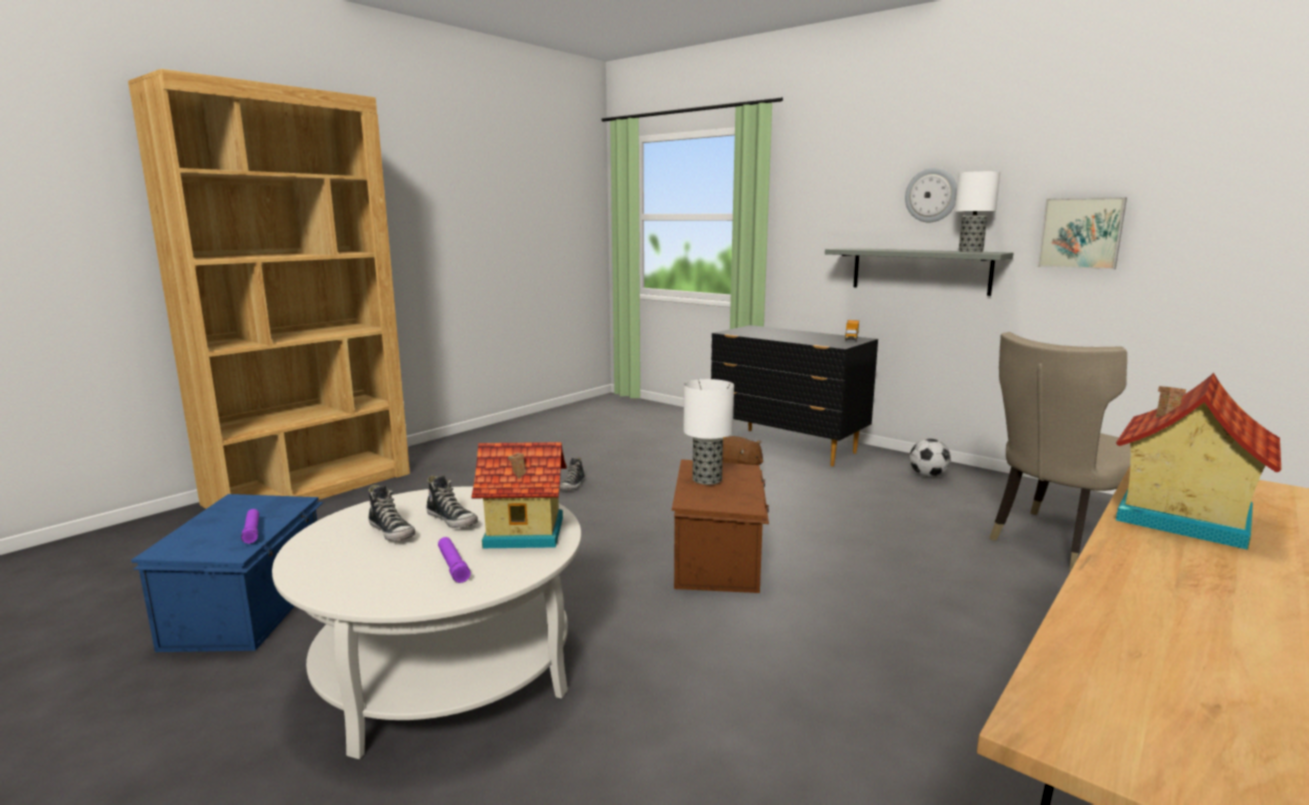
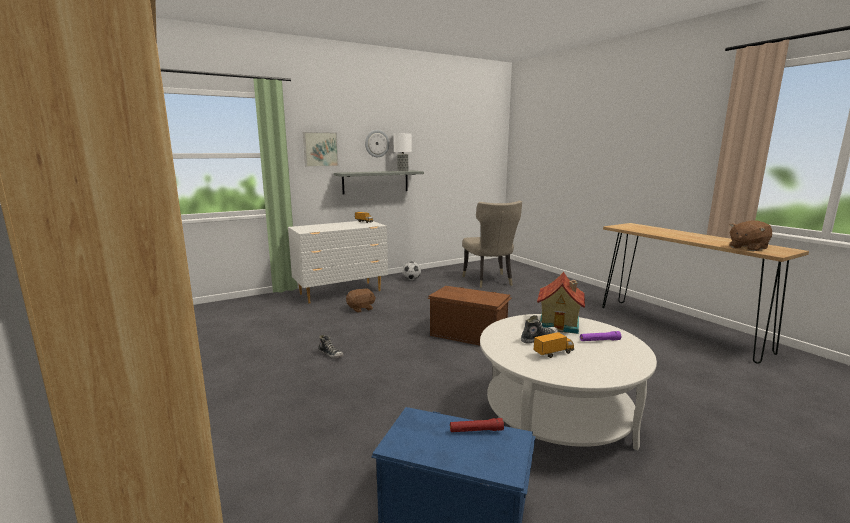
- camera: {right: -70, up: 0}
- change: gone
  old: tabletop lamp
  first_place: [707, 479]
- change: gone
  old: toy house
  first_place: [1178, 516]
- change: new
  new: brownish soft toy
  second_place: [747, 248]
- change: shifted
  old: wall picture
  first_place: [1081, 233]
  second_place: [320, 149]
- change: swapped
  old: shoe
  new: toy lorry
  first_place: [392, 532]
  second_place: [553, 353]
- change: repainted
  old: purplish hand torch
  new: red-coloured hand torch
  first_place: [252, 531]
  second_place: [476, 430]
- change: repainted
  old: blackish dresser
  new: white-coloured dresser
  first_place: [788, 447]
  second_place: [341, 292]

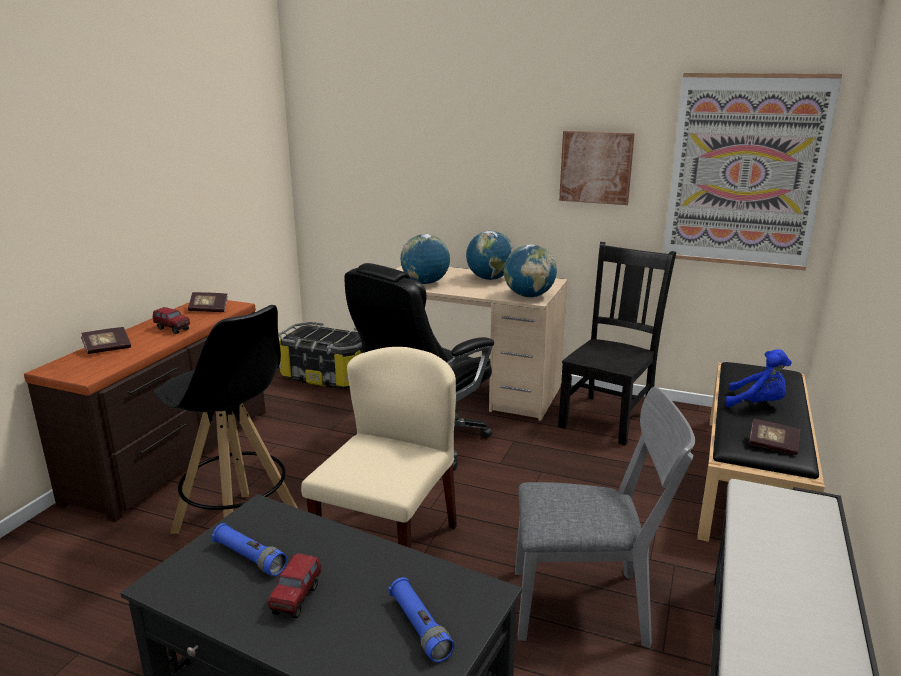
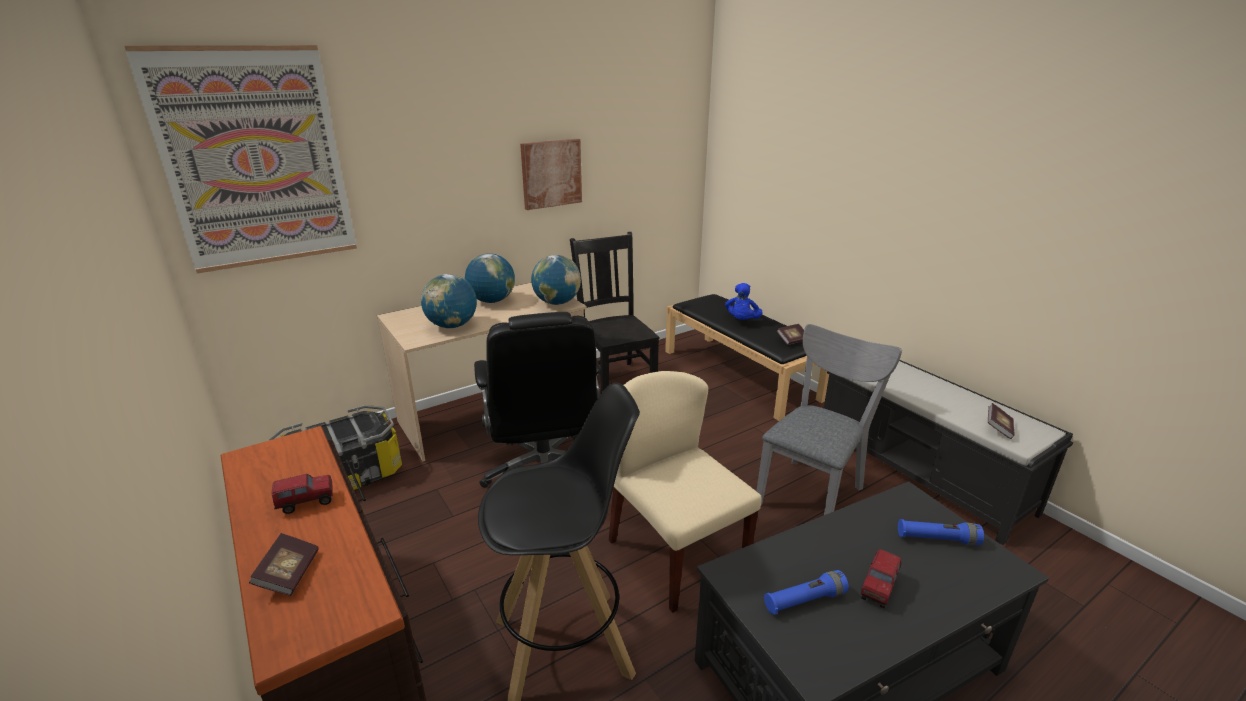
- camera: {right: -55, up: 5}
- change: shifted
  old: volume
  first_place: [209, 310]
  second_place: [998, 428]
- change: shifted
  old: wall picture
  first_place: [745, 172]
  second_place: [255, 159]
- change: rotated
  old: toy lorry
  first_place: [297, 599]
  second_place: [878, 589]
  degrees: 75
- change: rotated
  old: bluish soft toy
  first_place: [757, 404]
  second_place: [742, 321]
  degrees: 135

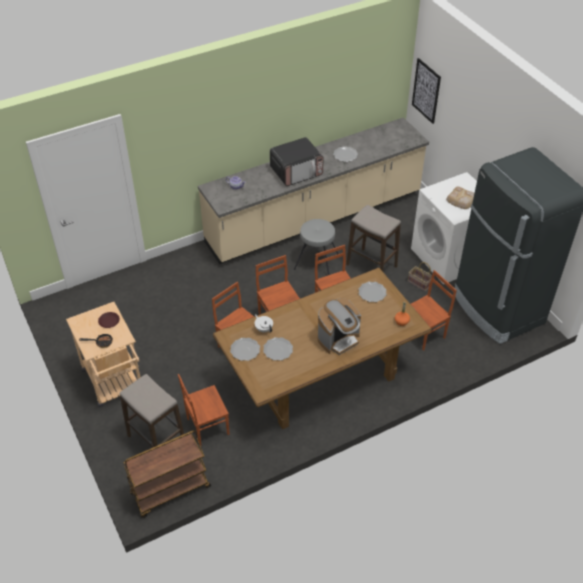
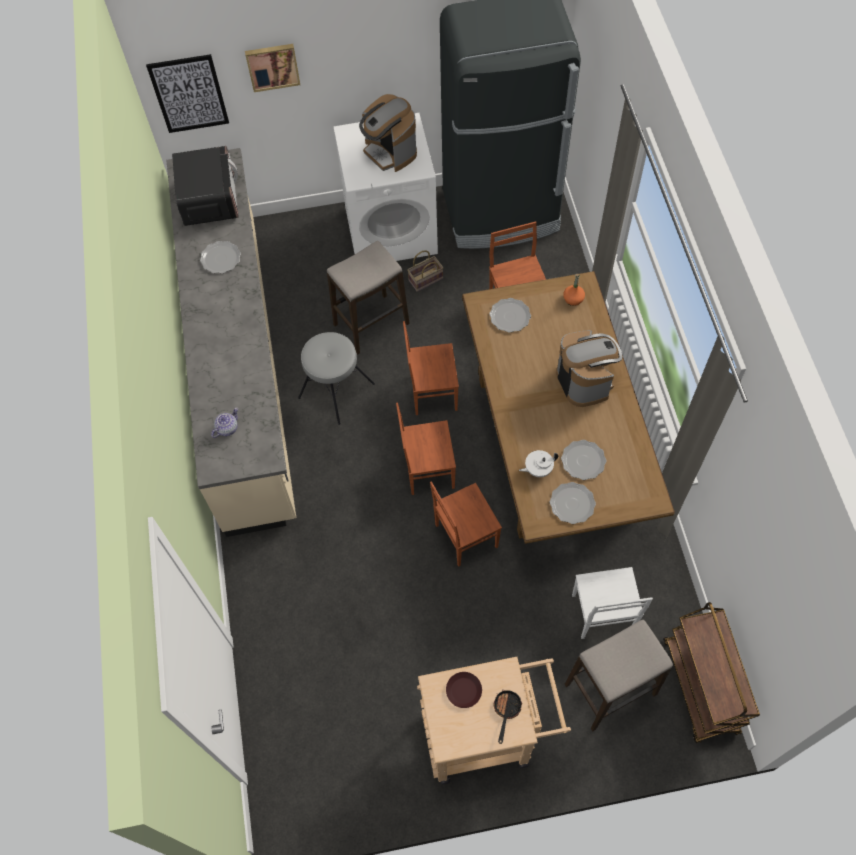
- camera: {right: -70, up: 15}
- change: new
  new: wall picture
  second_place: [272, 66]
- change: shifted
  old: kitchen microwave
  first_place: [296, 172]
  second_place: [210, 199]
- change: swapped
  old: baked bread
  new: coffee maker
  first_place: [461, 200]
  second_place: [389, 152]
- change: repainted
  old: brownish chair
  new: white-coloured chair
  first_place: [207, 426]
  second_place: [601, 614]

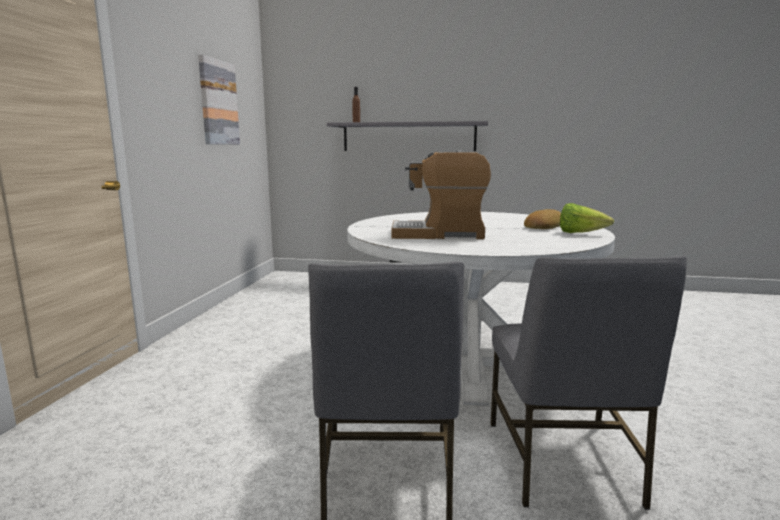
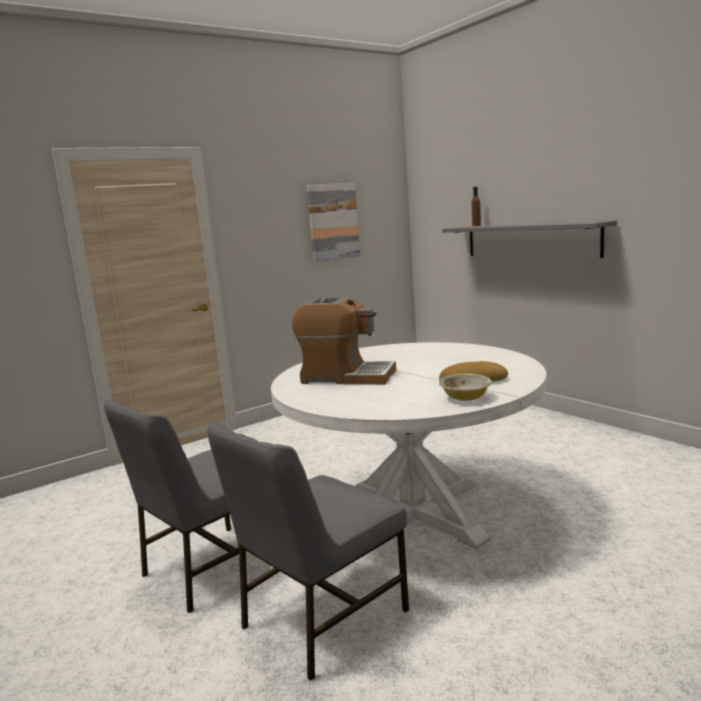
- camera: {right: 45, up: 0}
- change: swapped
  old: lettuce head
  new: bowl
  first_place: [580, 233]
  second_place: [465, 398]
- change: rotated
  old: coffee maker
  first_place: [439, 234]
  second_place: [346, 377]
  degrees: 150

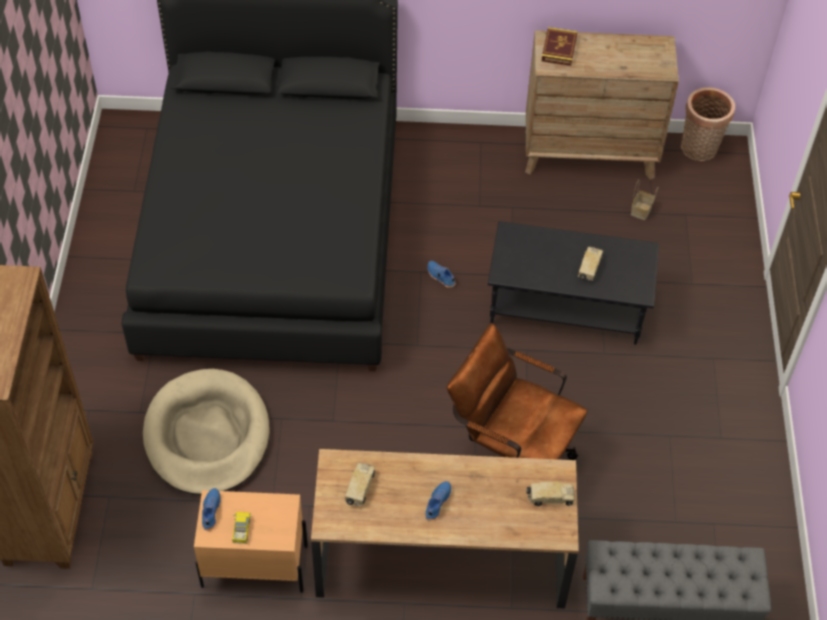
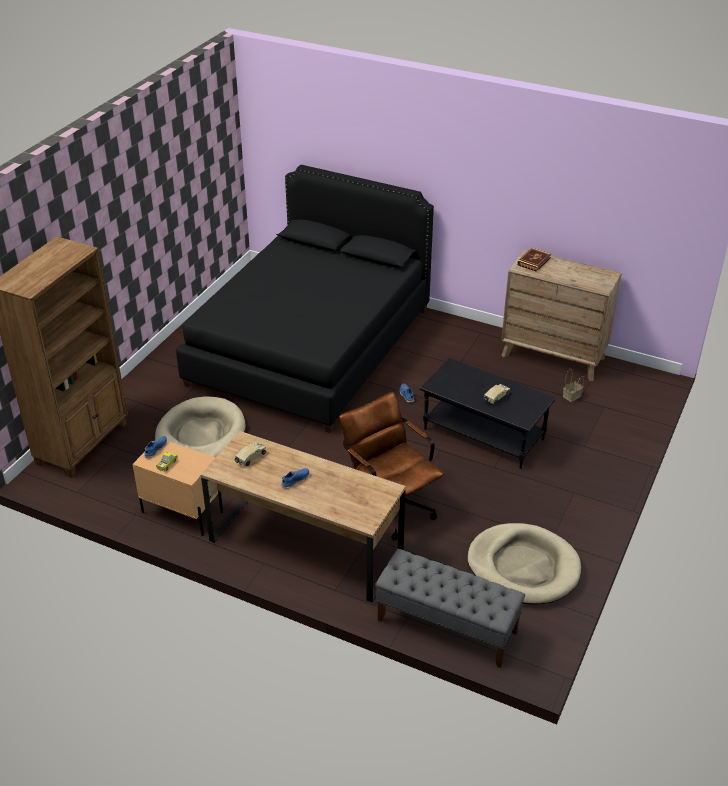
- camera: {right: 25, up: -15}
- change: gone
  old: toy lorry
  first_place: [550, 497]
- change: gone
  old: storage basket
  first_place: [699, 150]
- change: new
  new: beige dog cushion
  second_place: [523, 567]

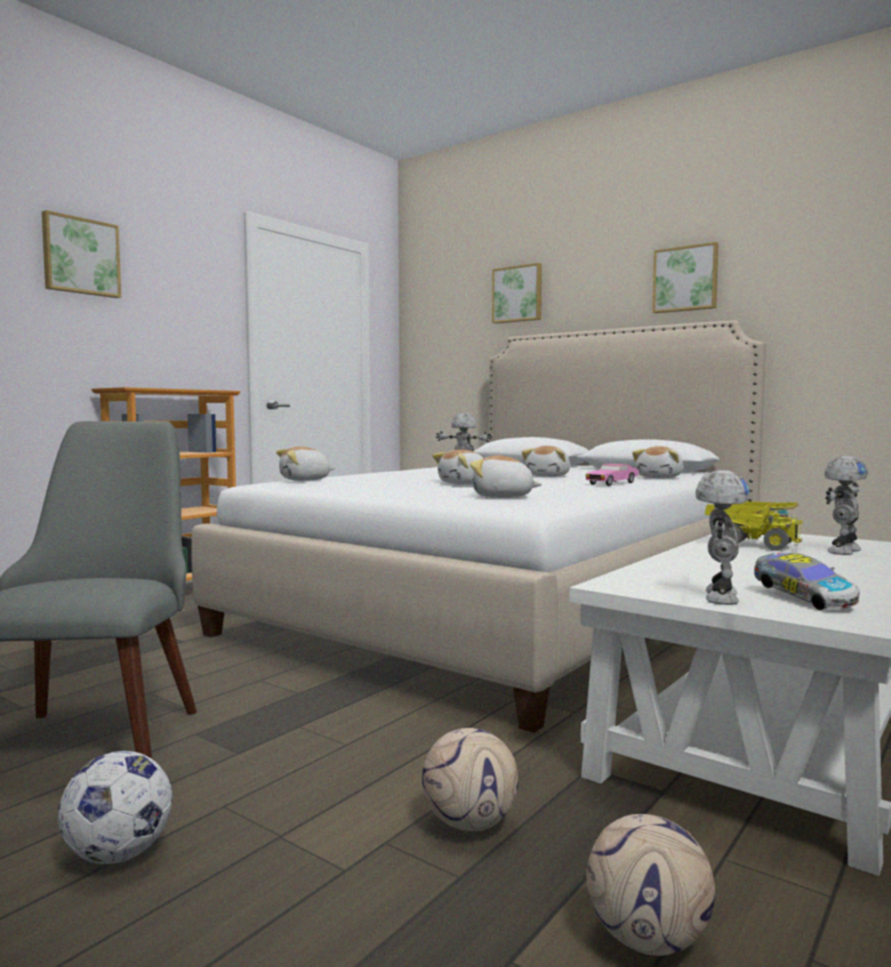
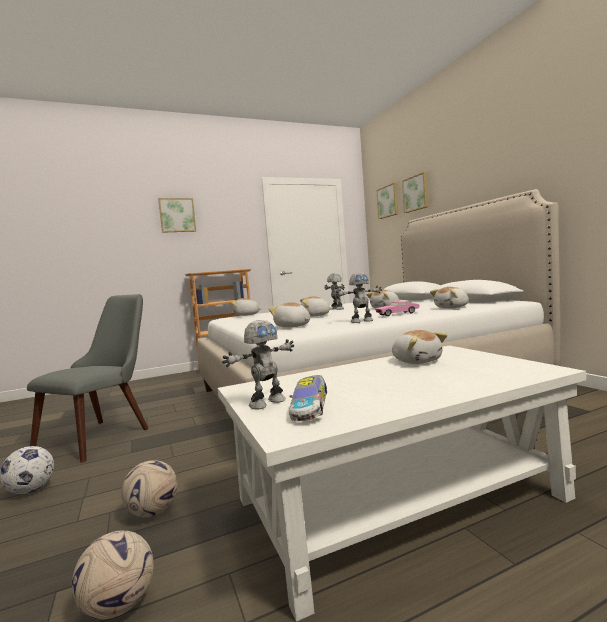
- camera: {right: 30, up: 0}
- change: shifted
  old: wall picture
  first_place: [685, 279]
  second_place: [388, 201]
- change: shifted
  old: toy robot
  first_place: [842, 551]
  second_place: [361, 321]
- change: swapped
  old: toy lorry
  new: soft toy
  first_place: [750, 544]
  second_place: [417, 361]

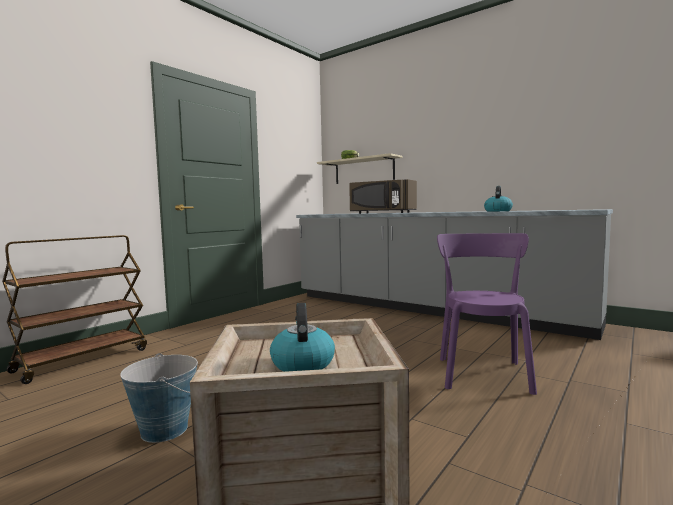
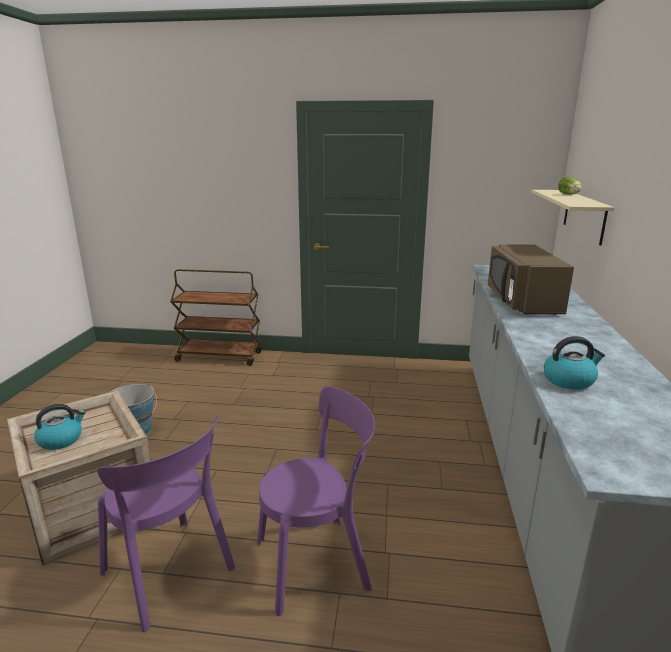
- camera: {right: 60, up: 15}
- change: new
  new: purplish chair
  second_place: [170, 574]

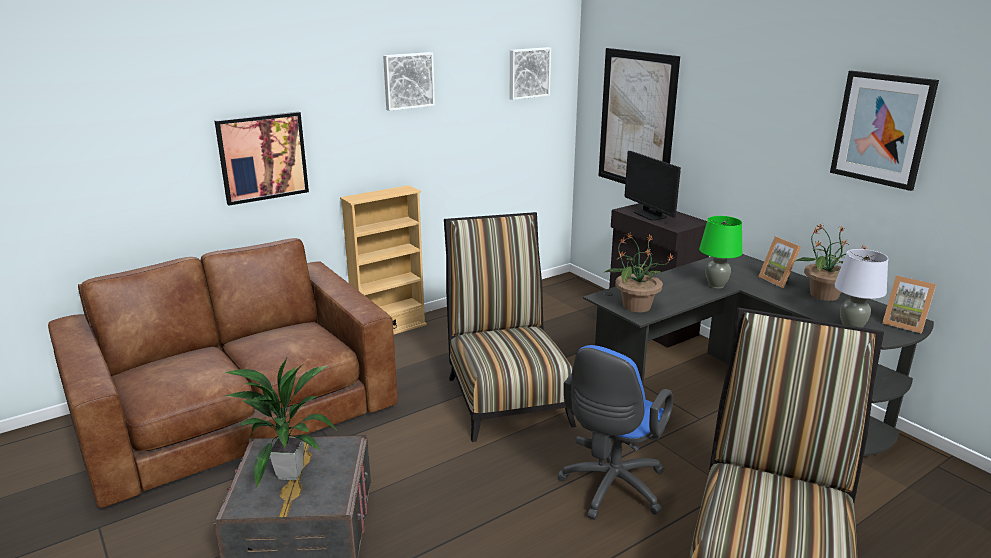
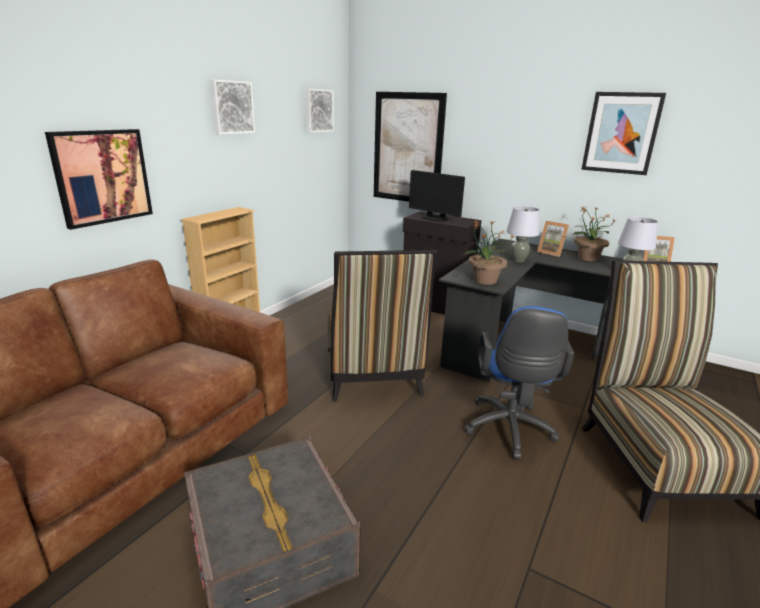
- camera: {right: -25, up: 0}
- change: gone
  old: potted plant
  first_place: [289, 473]
- change: repainted
  old: greenish tabletop lamp
  new: gray tabletop lamp
  first_place: [716, 285]
  second_place: [518, 260]
- change: rotated
  old: chair
  first_place: [506, 395]
  second_place: [373, 375]
  degrees: -150

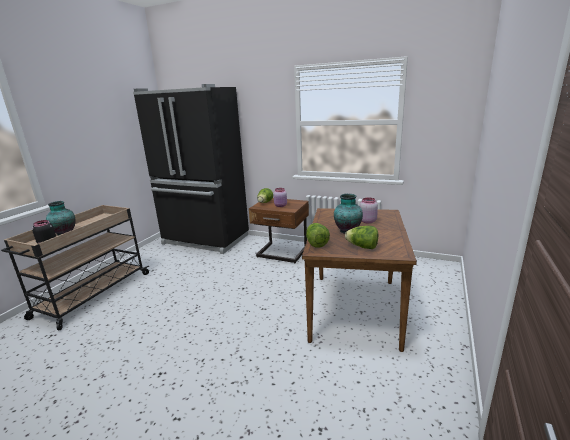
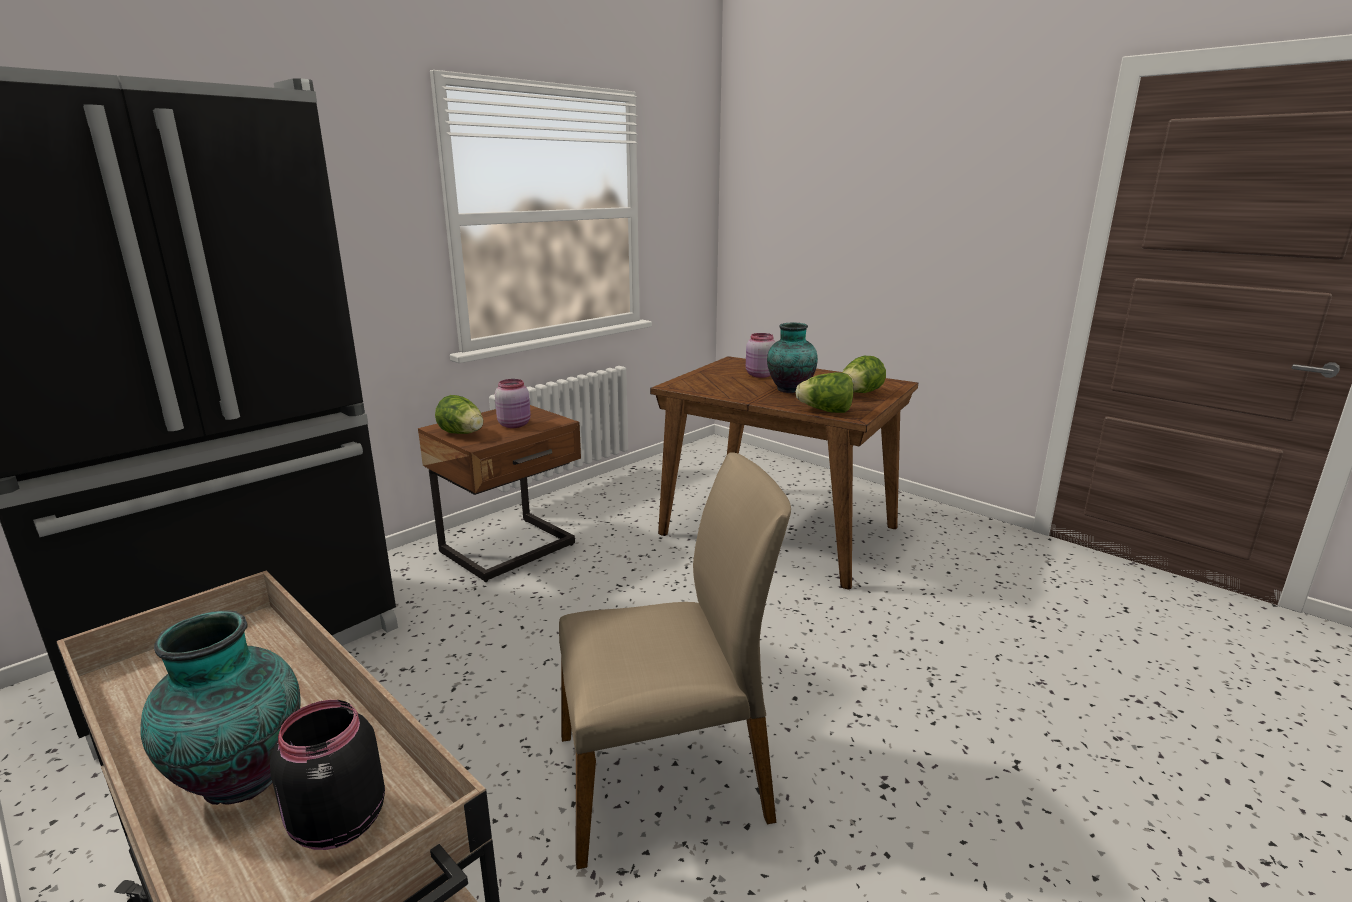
- camera: {right: -70, up: 0}
- change: new
  new: beige chair
  second_place: [665, 778]

